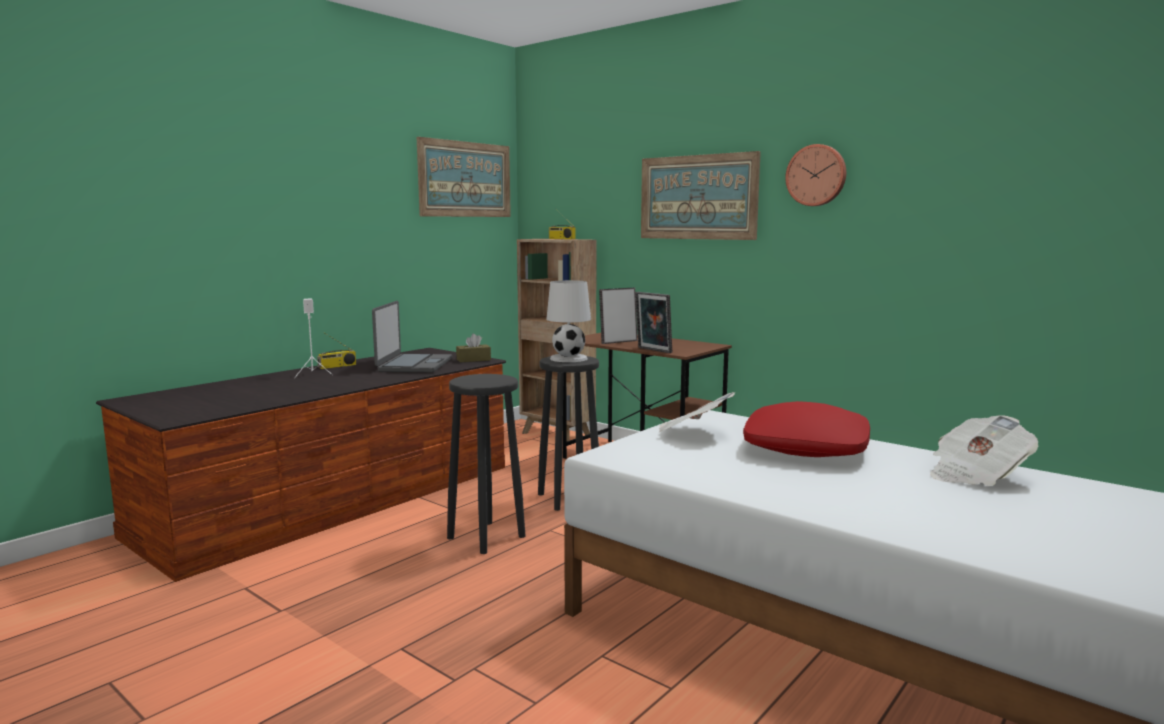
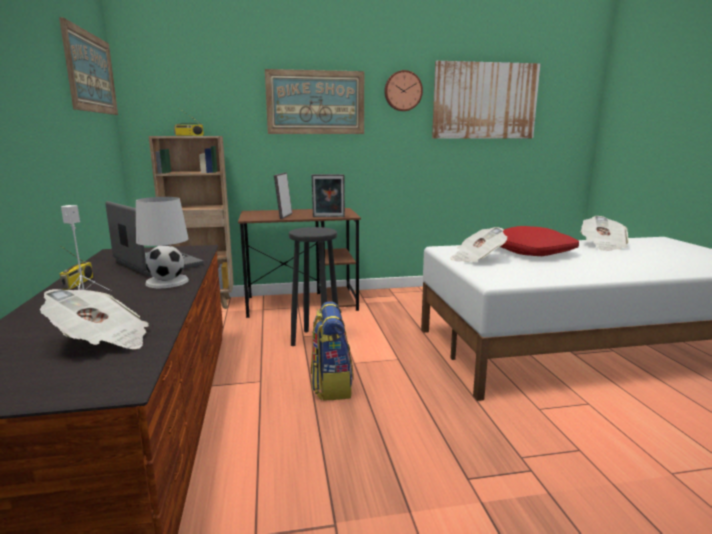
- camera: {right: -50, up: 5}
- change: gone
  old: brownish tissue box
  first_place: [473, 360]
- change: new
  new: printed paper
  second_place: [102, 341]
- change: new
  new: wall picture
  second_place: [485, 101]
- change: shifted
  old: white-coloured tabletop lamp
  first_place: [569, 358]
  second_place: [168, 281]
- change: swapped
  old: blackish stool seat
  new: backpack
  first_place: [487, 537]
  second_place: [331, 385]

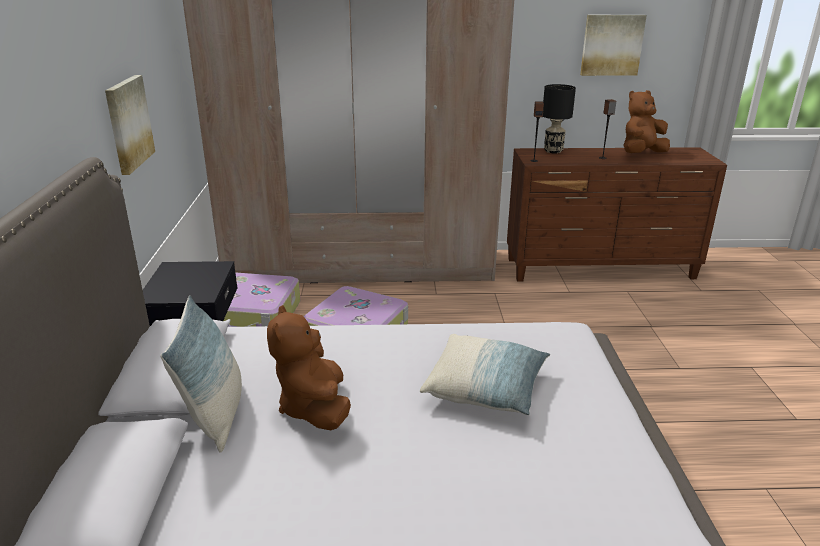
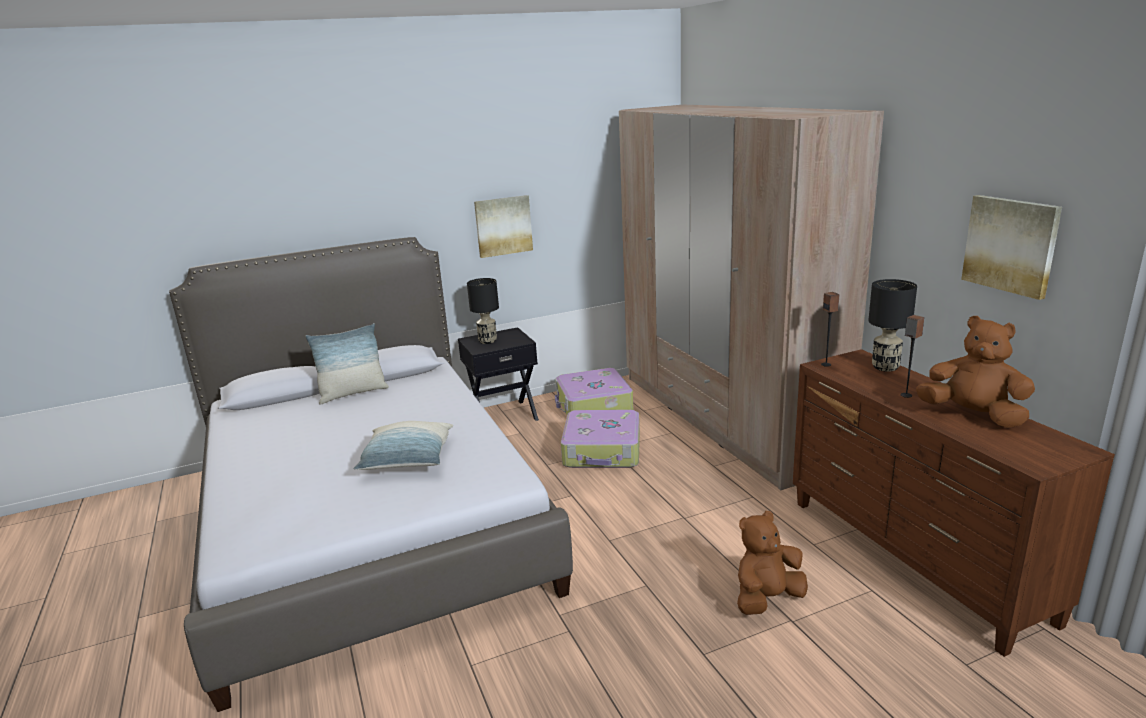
- camera: {right: 70, up: -5}
- change: new
  new: blackish tabletop lamp
  second_place: [487, 341]
- change: shifted
  old: brownish soft toy
  first_place: [314, 408]
  second_place: [767, 599]

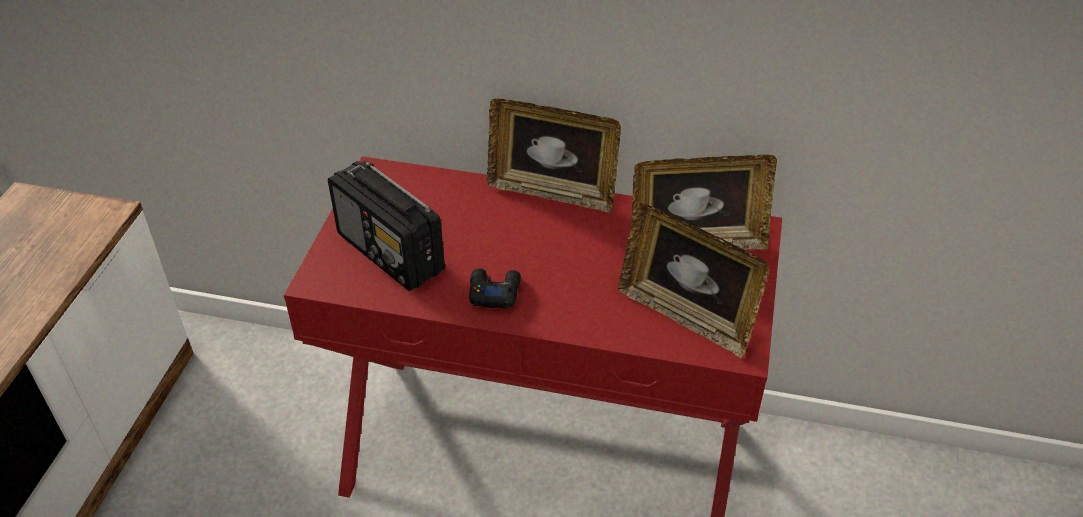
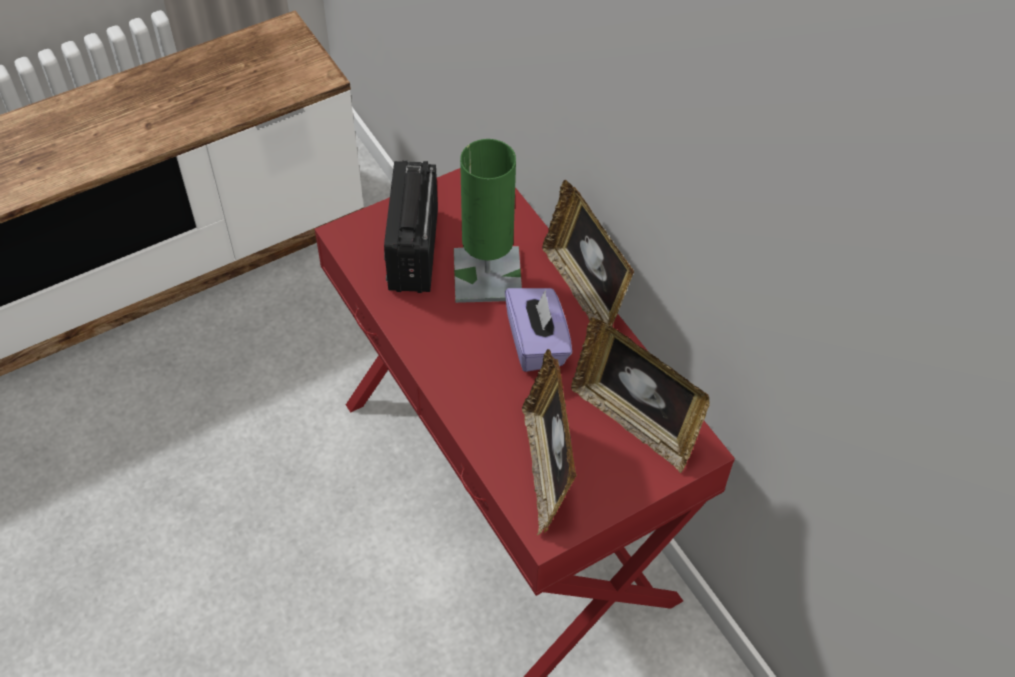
- camera: {right: 45, up: 10}
- change: gone
  old: blackish gamepad
  first_place: [494, 292]
- change: new
  new: greenish tabletop lamp
  second_place: [487, 275]
- change: new
  new: purplish tissue box
  second_place: [537, 343]

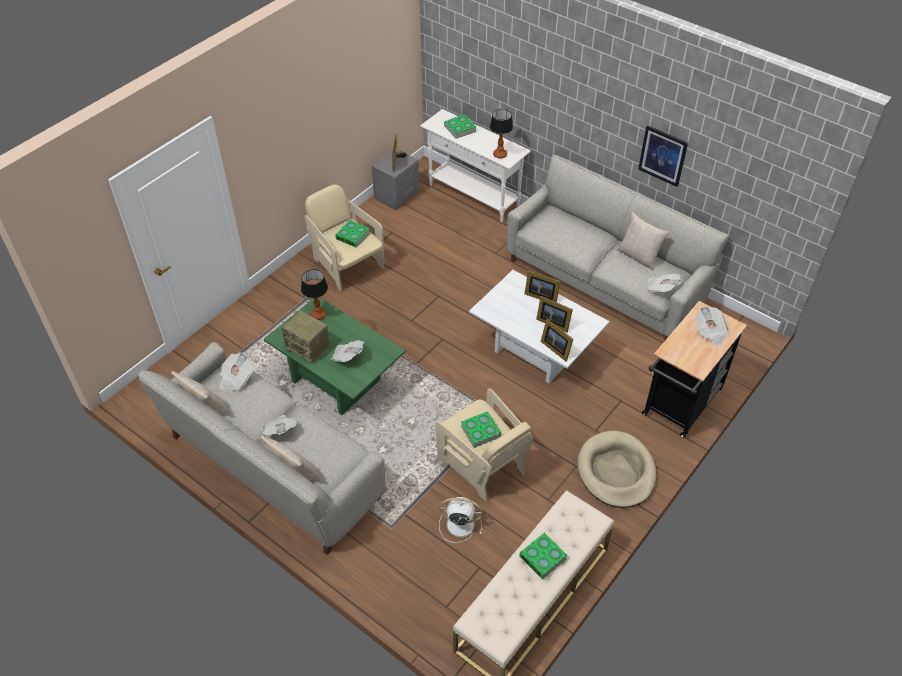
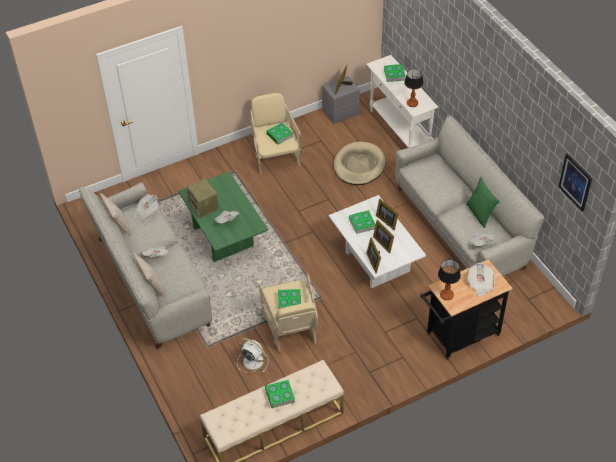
- camera: {right: 25, up: 0}
- change: new
  new: volume
  second_place: [362, 223]
- change: shifted
  old: tabletop lamp
  first_place: [318, 315]
  second_place: [447, 295]
- change: shifted
  old: beige dog cushion
  first_place: [616, 471]
  second_place: [359, 166]
- change: shifted
  old: wall picture
  first_place: [663, 155]
  second_place: [575, 182]
- change: repainted
  old: beige throw pillow
  new: greenish throw pillow
  first_place: [639, 256]
  second_place: [480, 214]

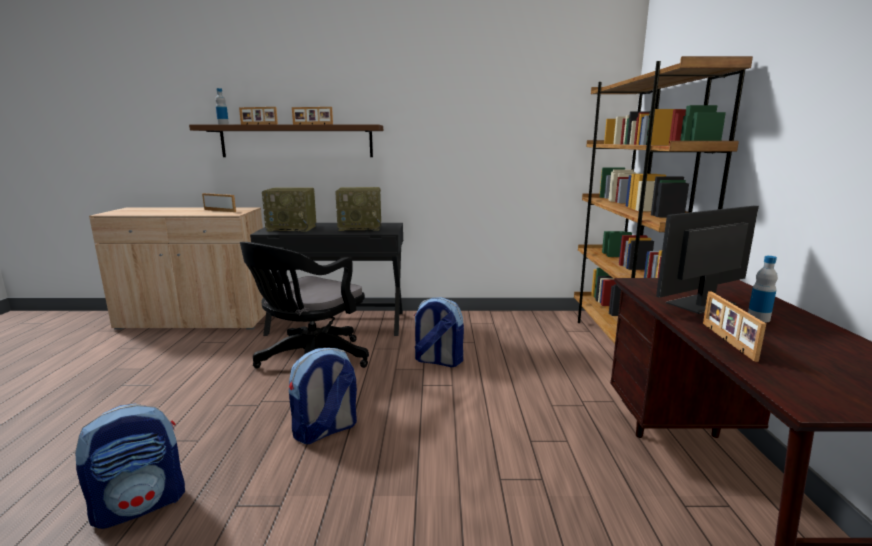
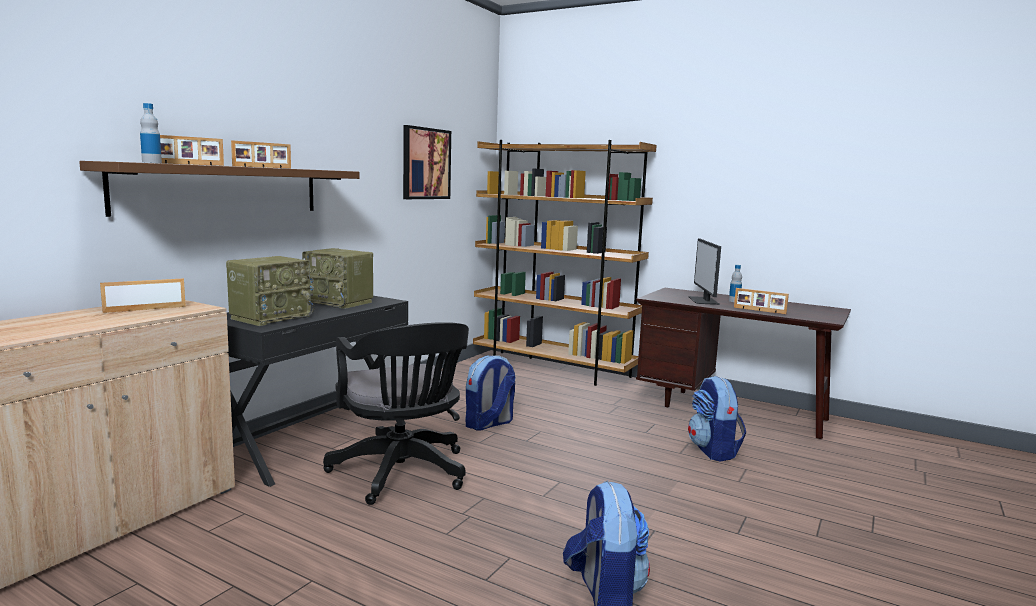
- camera: {right: -60, up: -5}
- change: new
  new: wall picture
  second_place: [426, 163]
- change: shifted
  old: backpack
  first_place: [325, 431]
  second_place: [713, 451]
- change: rotated
  old: radio receiver
  first_place: [361, 227]
  second_place: [340, 302]
  degrees: 90

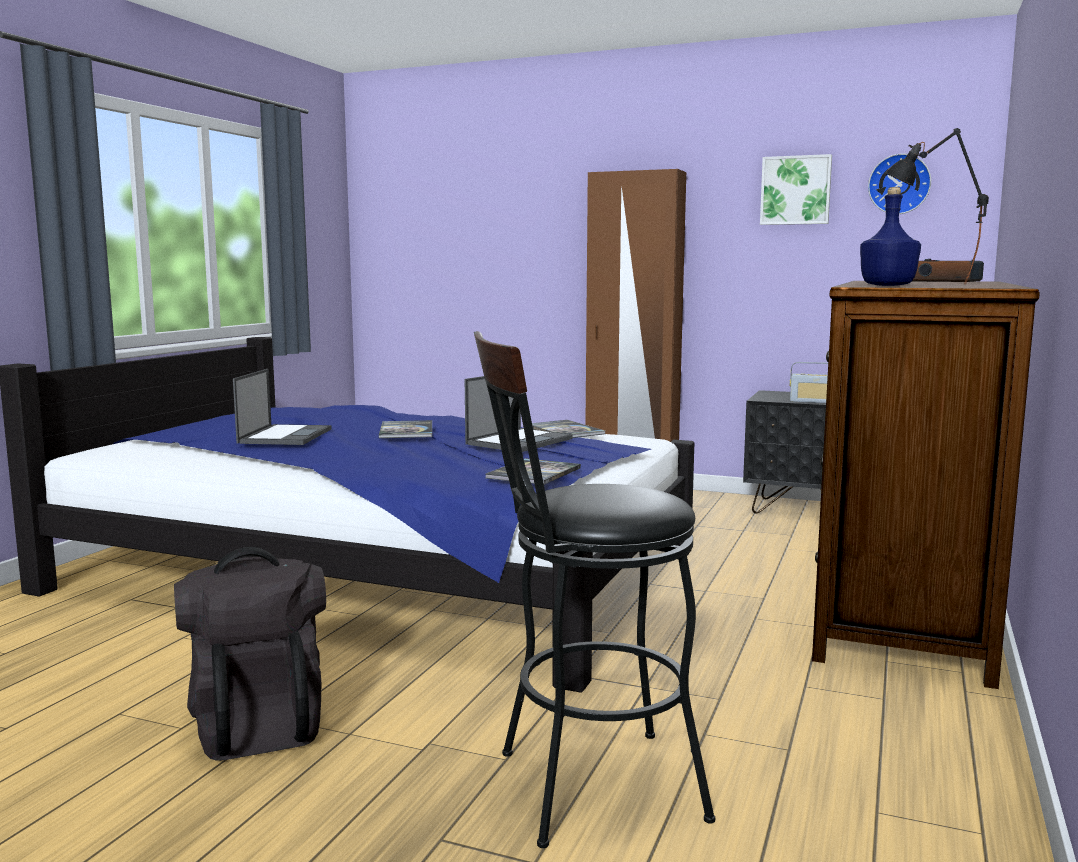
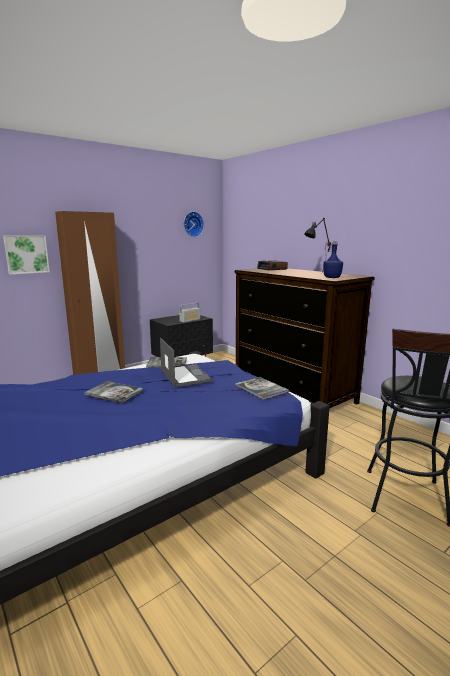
- camera: {right: -60, up: 5}
- change: gone
  old: blackish backpack
  first_place: [257, 723]
- change: gone
  old: laptop
  first_place: [285, 436]
- change: shifted
  old: wall picture
  first_place: [795, 190]
  second_place: [26, 254]

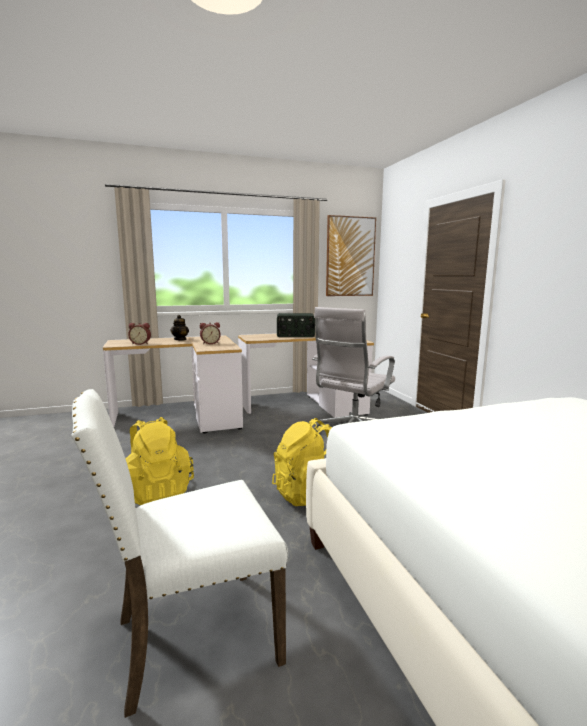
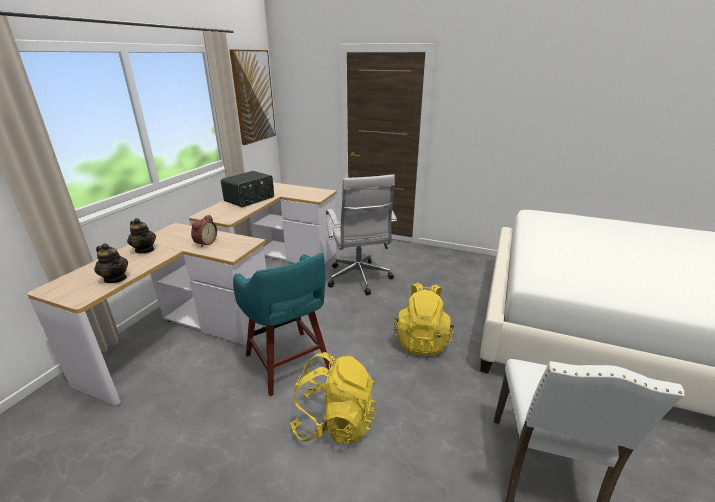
- camera: {right: -50, up: 15}
- change: new
  new: blue-green stool seat
  second_place: [288, 363]
- change: swapped
  old: bedside clock
  new: tea pot
  first_place: [140, 343]
  second_place: [116, 278]

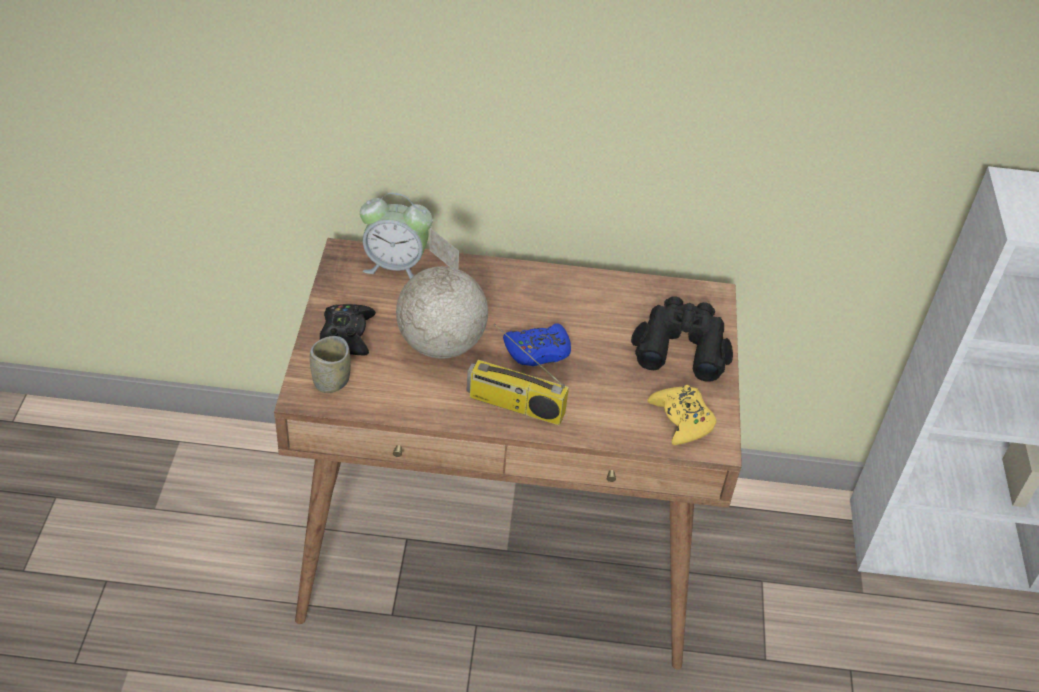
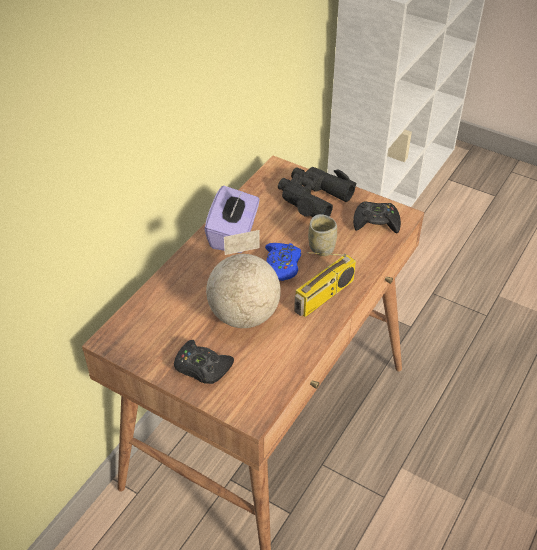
- camera: {right: -60, up: 0}
- change: gone
  old: bedside clock
  first_place: [395, 265]
- change: new
  new: purplish tissue box
  second_place: [234, 234]
- change: shifted
  old: cup
  first_place: [331, 381]
  second_place: [321, 248]
- change: repainted
  old: yellowish gamepad
  new: blackish gamepad
  first_place: [681, 420]
  second_place: [376, 222]

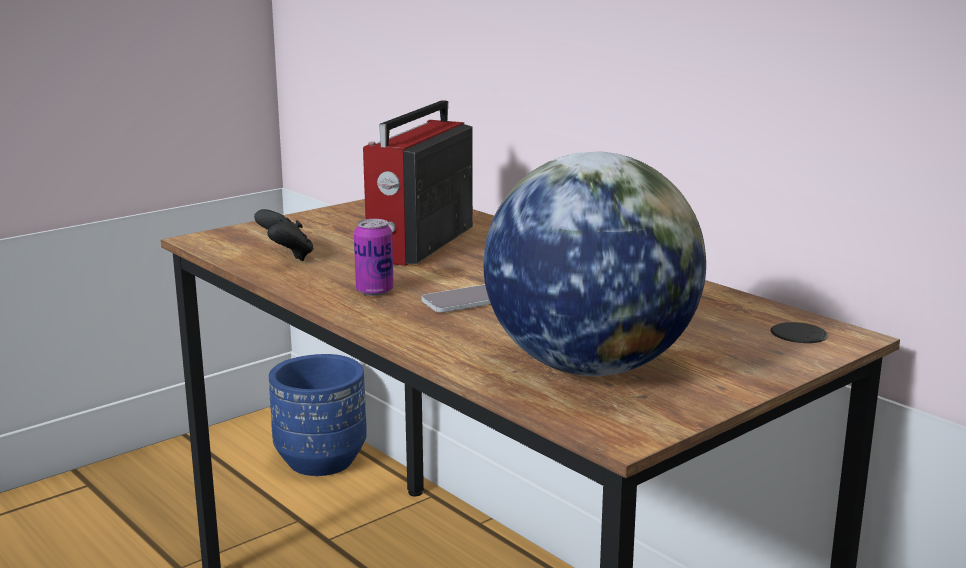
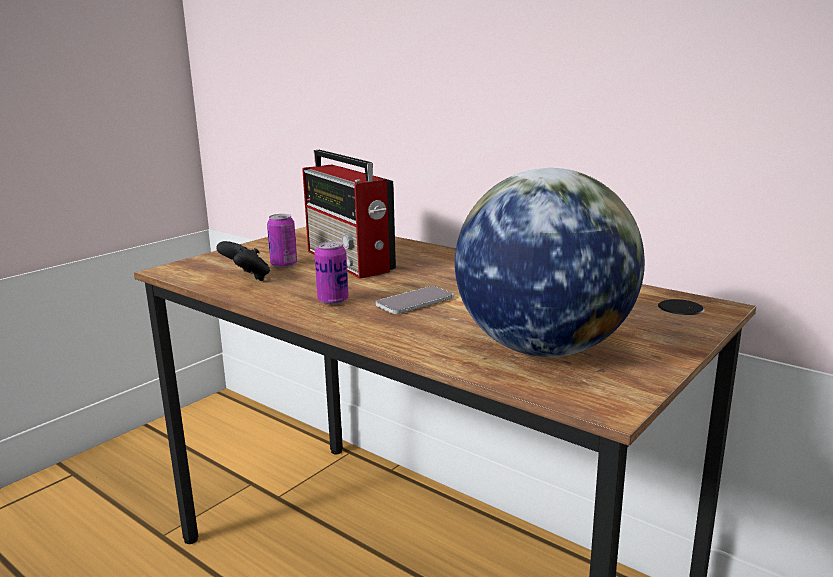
- camera: {right: -10, up: 0}
- change: gone
  old: bluish planter
  first_place: [321, 460]
- change: new
  new: metal can
  second_place: [284, 265]
- change: rotated
  old: radio receiver
  first_place: [419, 244]
  second_place: [350, 261]
  degrees: -45

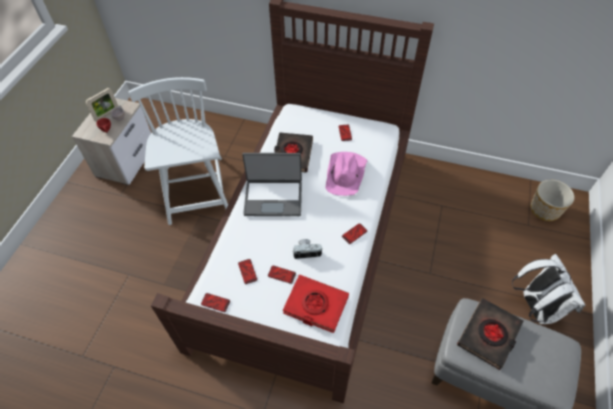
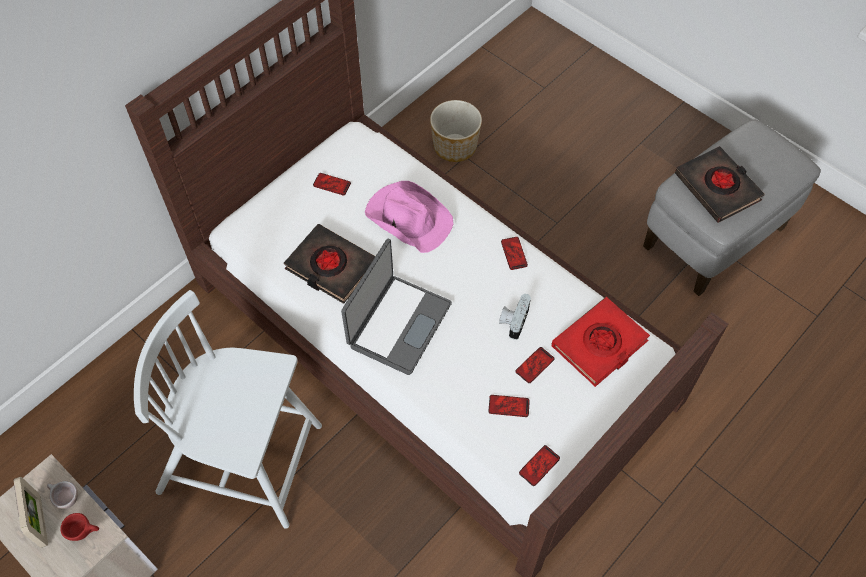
- camera: {right: -65, up: 5}
- change: gone
  old: white-coloured backpack
  first_place: [535, 306]
- change: shifted
  old: planter
  first_place: [545, 210]
  second_place: [455, 146]

